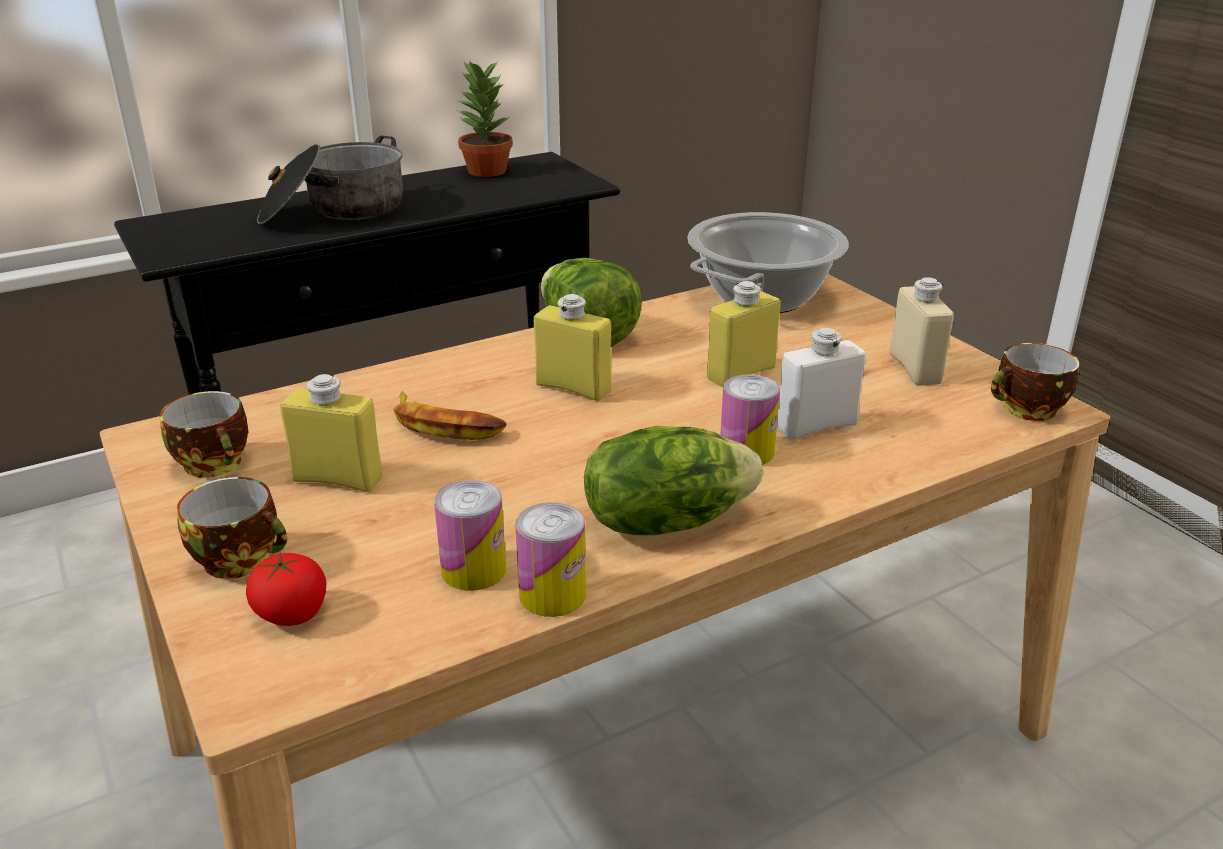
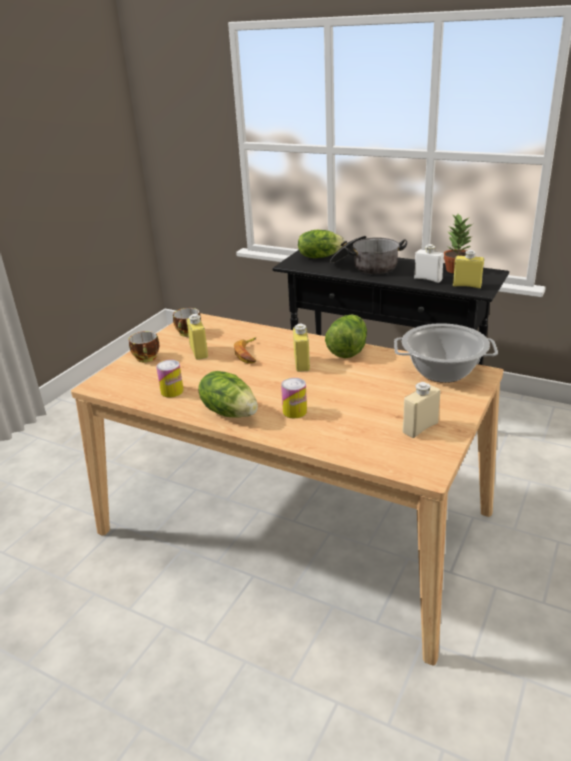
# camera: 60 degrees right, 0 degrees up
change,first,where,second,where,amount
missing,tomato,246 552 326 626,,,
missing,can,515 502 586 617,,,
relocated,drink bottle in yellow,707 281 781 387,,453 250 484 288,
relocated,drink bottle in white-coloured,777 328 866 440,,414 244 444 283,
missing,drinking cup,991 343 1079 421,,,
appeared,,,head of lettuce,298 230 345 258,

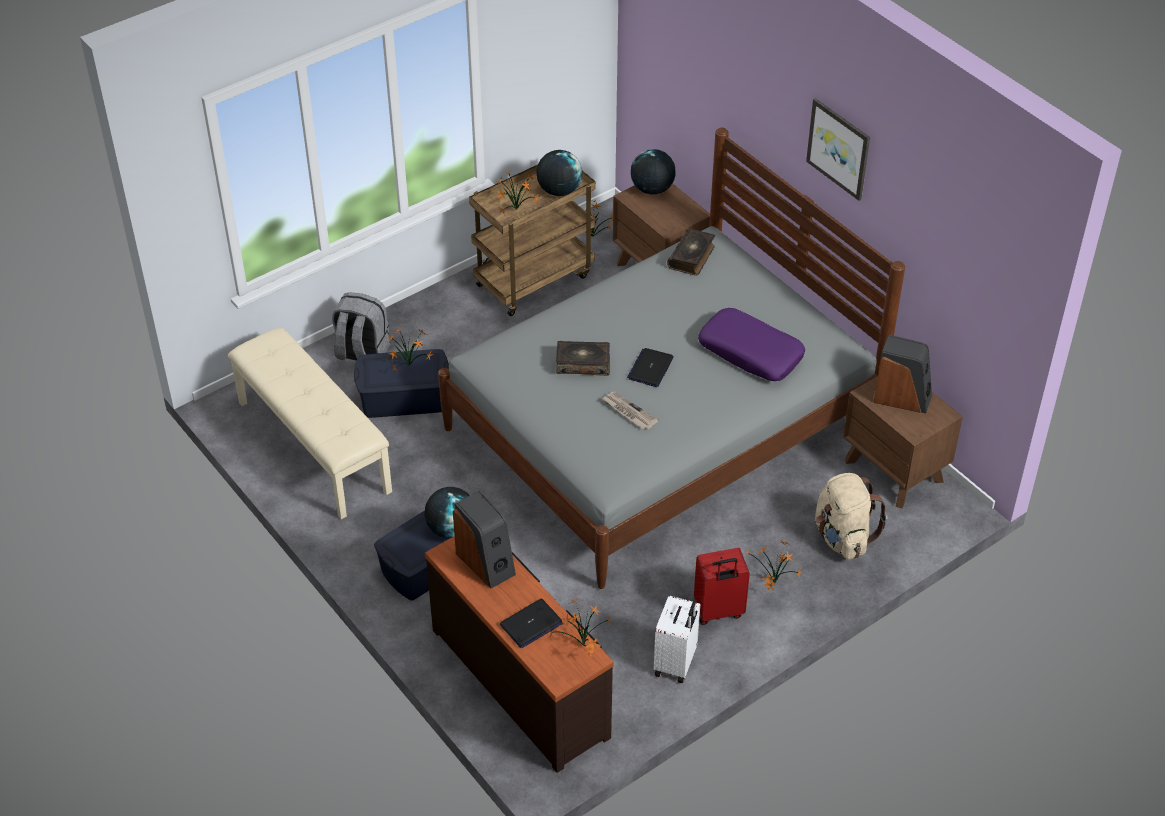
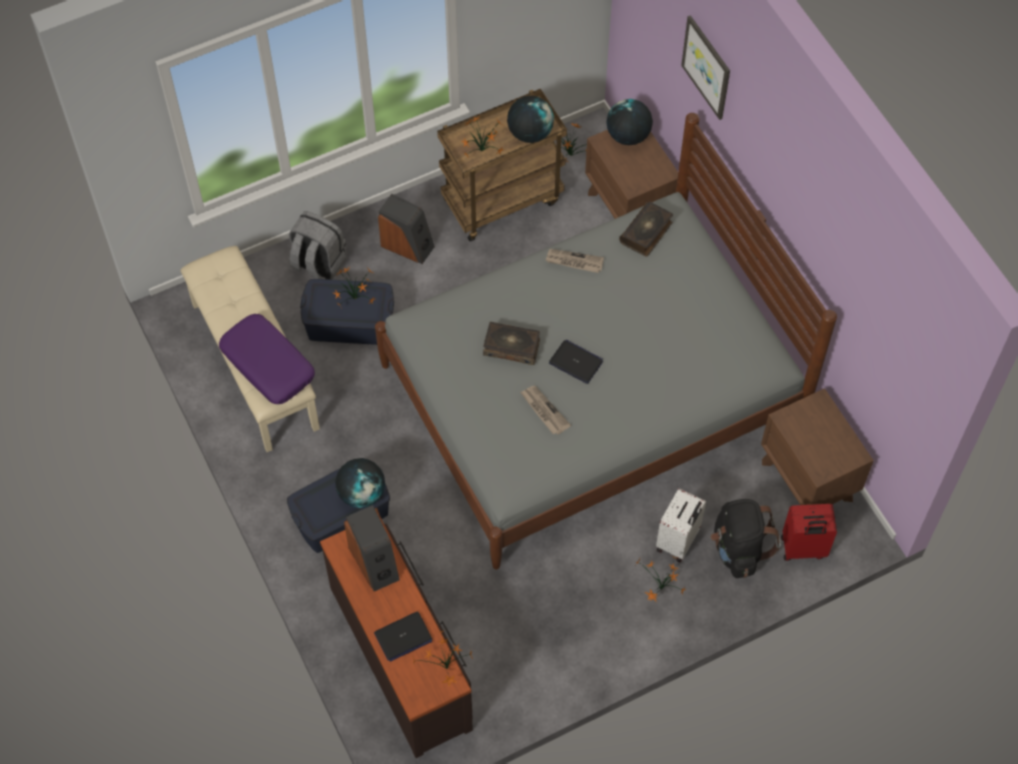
# camera: 10 degrees right, 15 degrees up
change,first,where,second,where,amount
spun,laptop,627 348 674 387,,549 340 603 384,90 degrees clockwise
relocated,piece of luggage in white-coloured,654 595 700 683,,656 488 706 562,
relocated,piece of luggage in reddish,694 548 750 625,,781 504 837 561,
relocated,cushion in purple,698 308 805 381,,219 314 315 404,
relocated,wall picture,806 98 870 201,,681 15 730 120,
colour,rucksack in beige-coloured,815 473 887 560,rucksack in black,711 499 781 578,
relocated,audio speaker,874 334 932 413,,378 194 435 264,
appeared,,,newspaper,545 249 604 273,

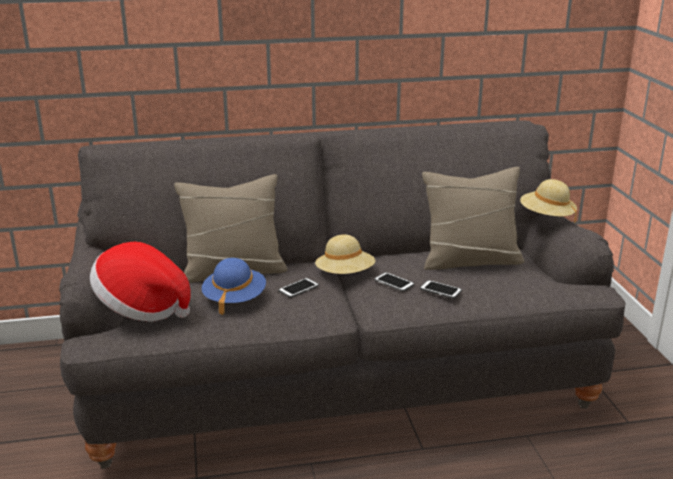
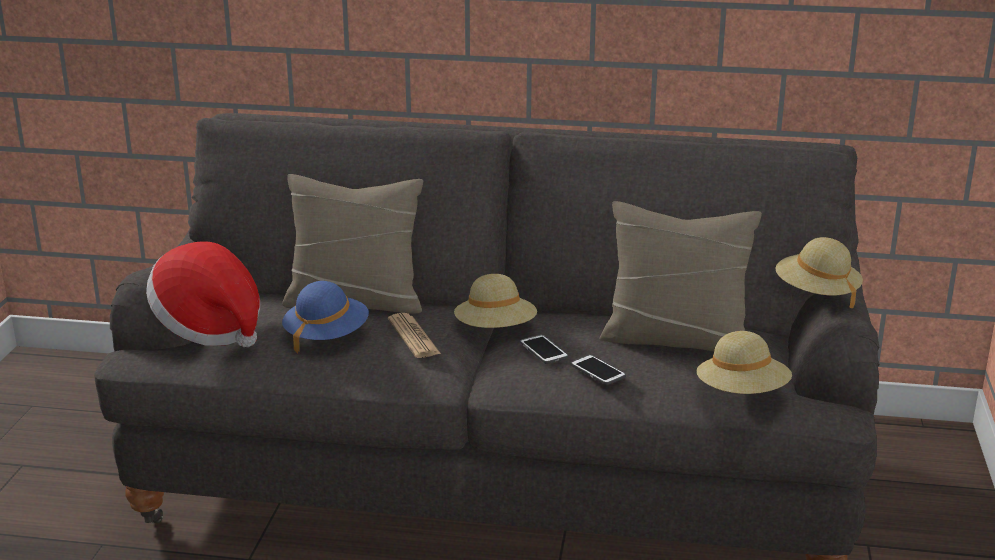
# camera: 20 degrees right, 0 degrees up
change,first,where,second,where,amount
exchanged,telephone,279 278 319 298,newspaper,388 313 441 358,
appeared,,,clothing hat in beige-coloured,696 331 792 394,

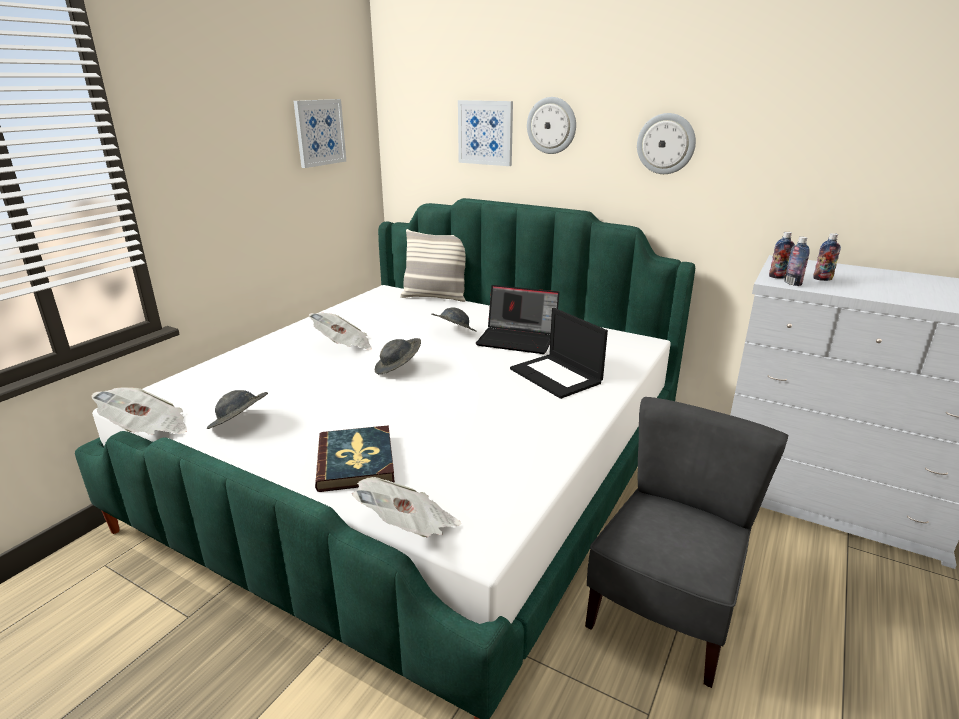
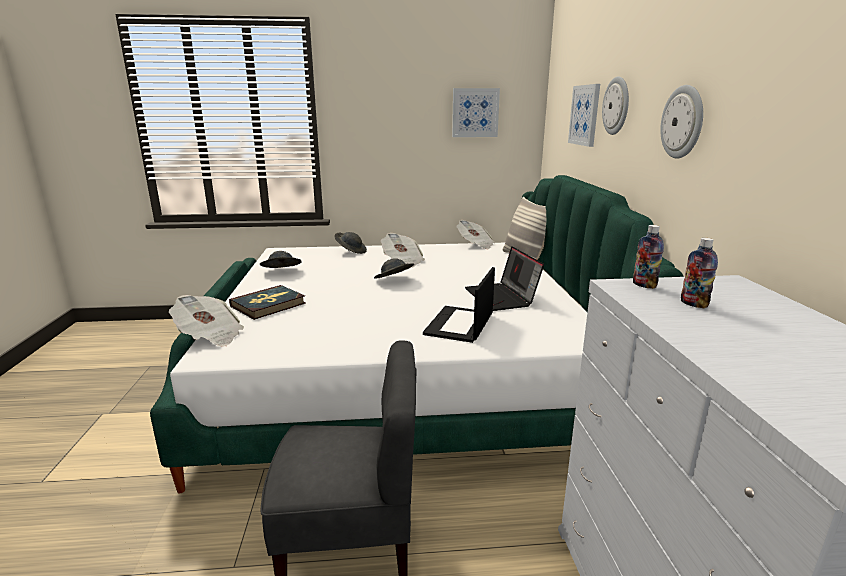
# camera: 55 degrees right, 5 degrees down
change,first,where,second,where,amount
relocated,newspaper,91 387 187 435,,457 220 495 249,
relocated,clothing hat in gray,432 307 476 331,,334 232 367 254,
missing,drink bottle,784 237 810 286,,,

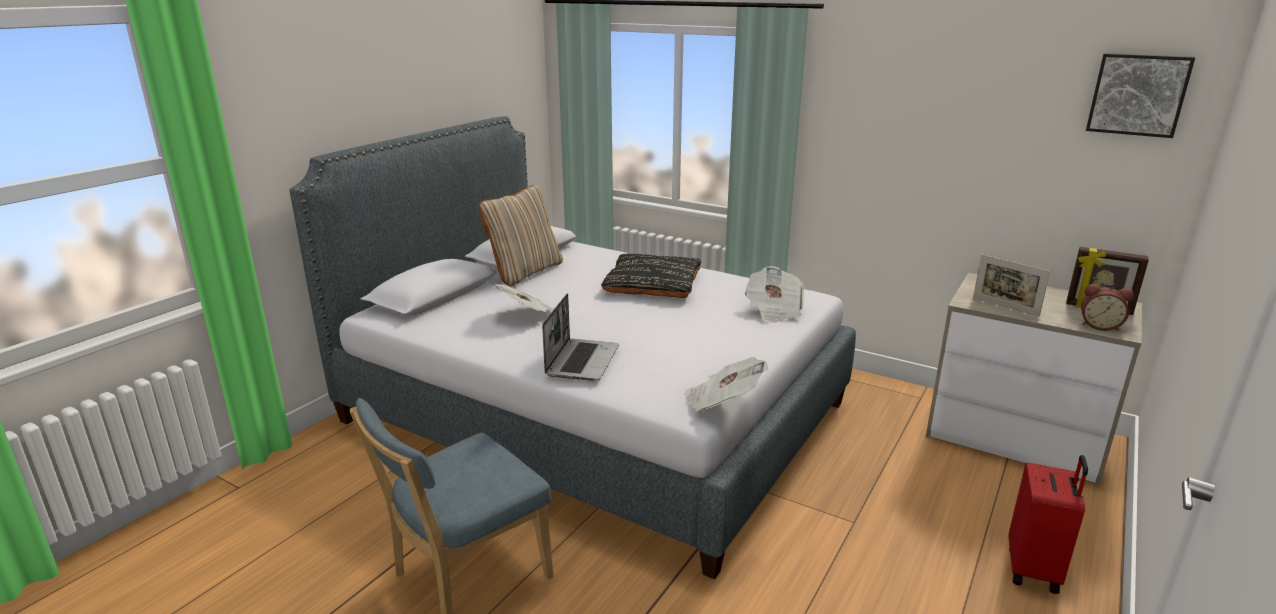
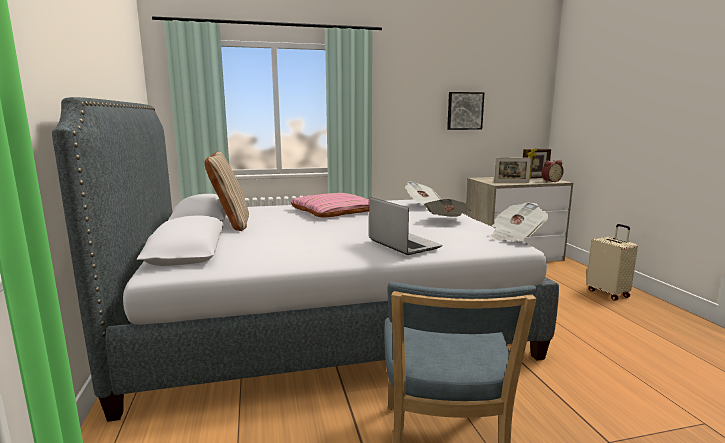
# camera: 45 degrees left, 10 degrees down
change,first,where,second,where,amount
relocated,newspaper,492 284 554 312,,424 199 471 217,
colour,cushion in black,601 253 701 298,cushion in pink,291 193 369 218,
colour,piece of luggage in reddish,1009 455 1088 594,piece of luggage in beige-coloured,586 224 638 301,
relocated,wall picture,1086 53 1195 138,,447 92 485 130,

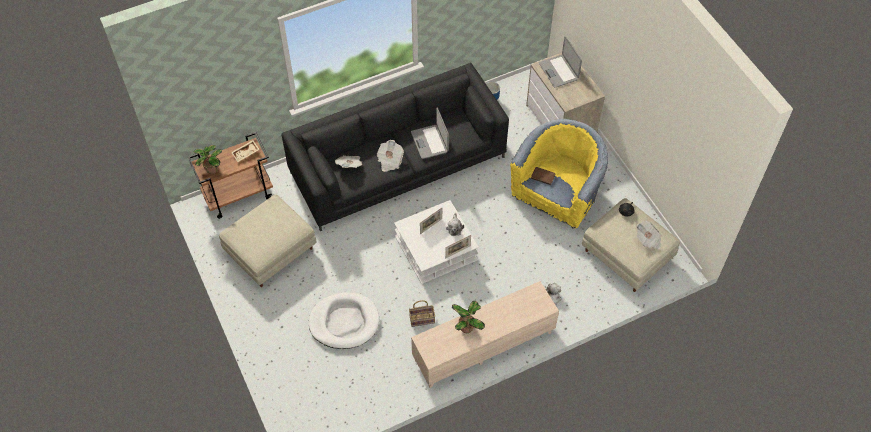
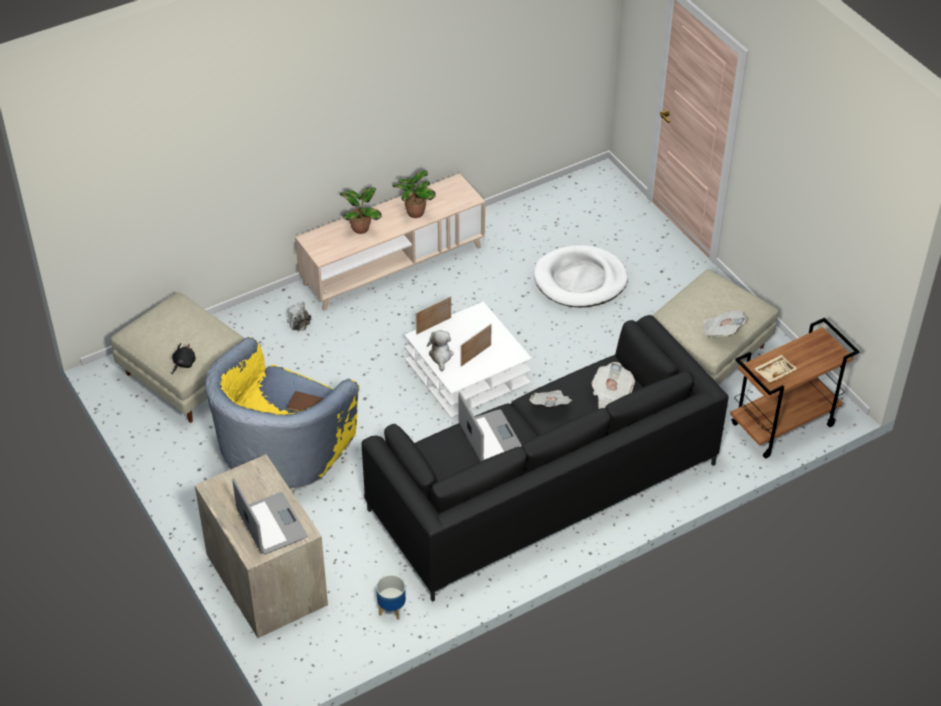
# camera: 175 degrees right, 10 degrees down
change,first,where,second,where,amount
relocated,potted plant,193 145 222 174,,340 187 381 234,
missing,household basket,409 300 435 327,,,
relocated,newspaper,636 221 662 250,,703 311 746 337,

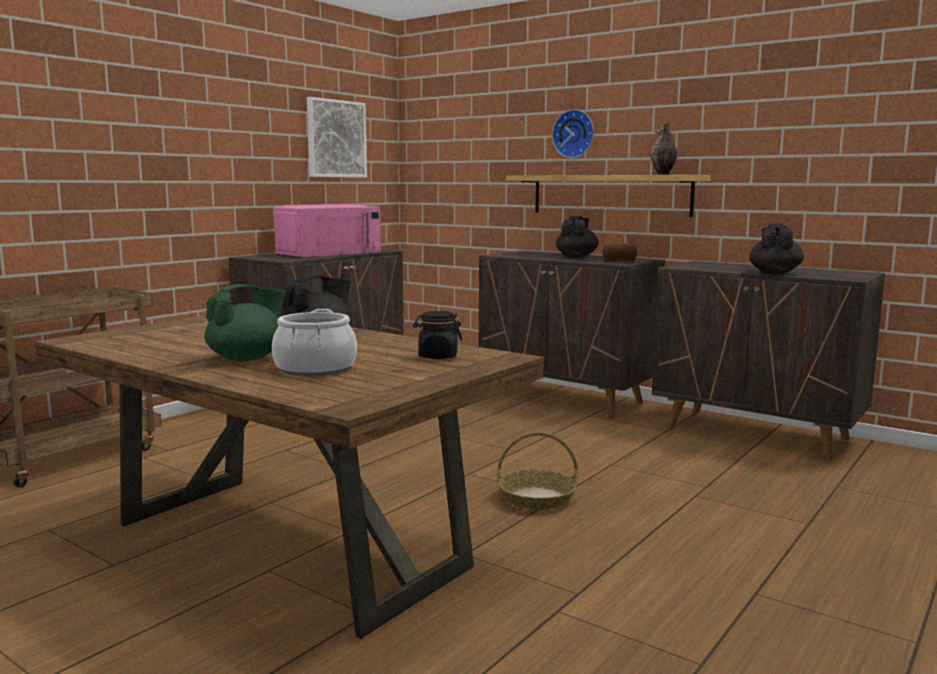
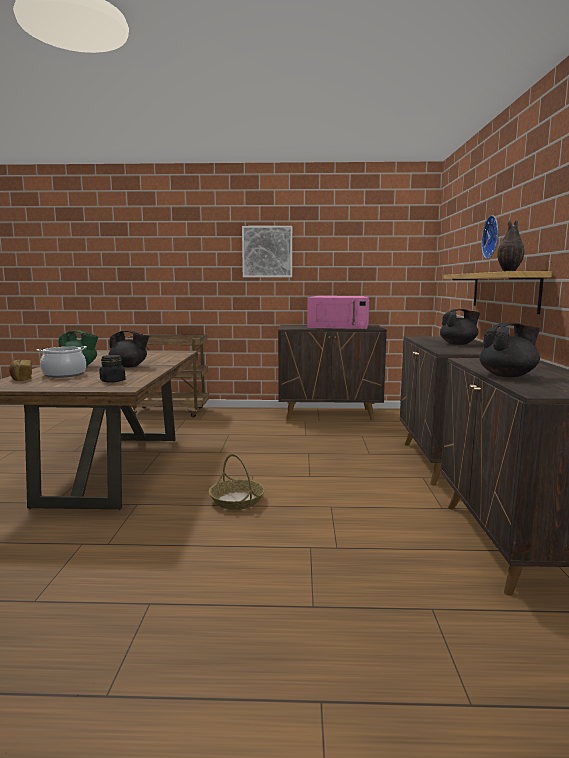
# camera: 55 degrees right, 0 degrees up
change,first,where,second,where,amount
relocated,wall picture,307 97 367 178,,242 226 292 277,
relocated,bakery bread,603 242 637 261,,9 360 32 381,

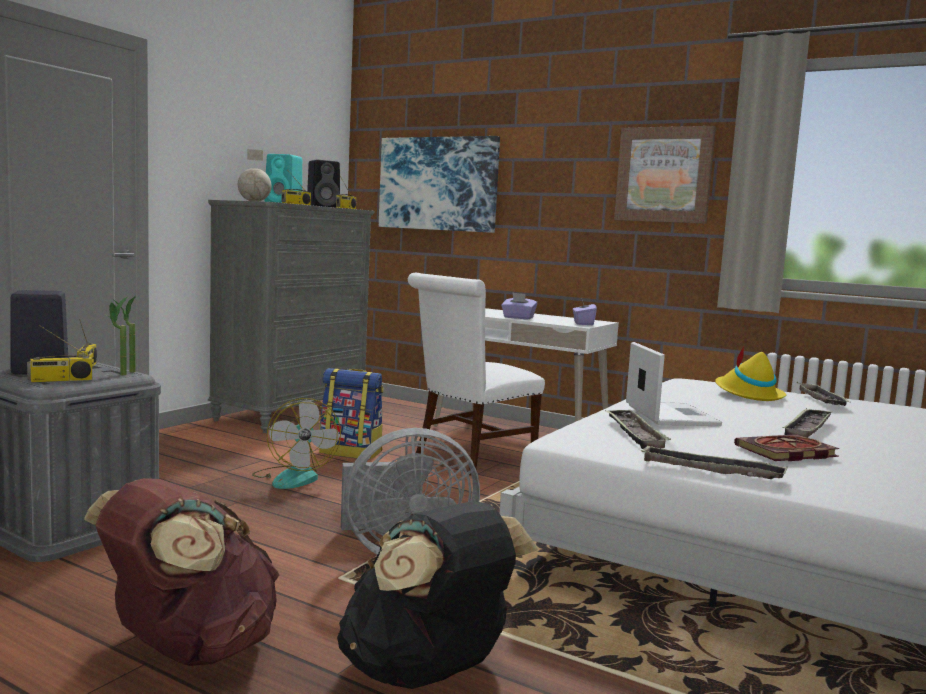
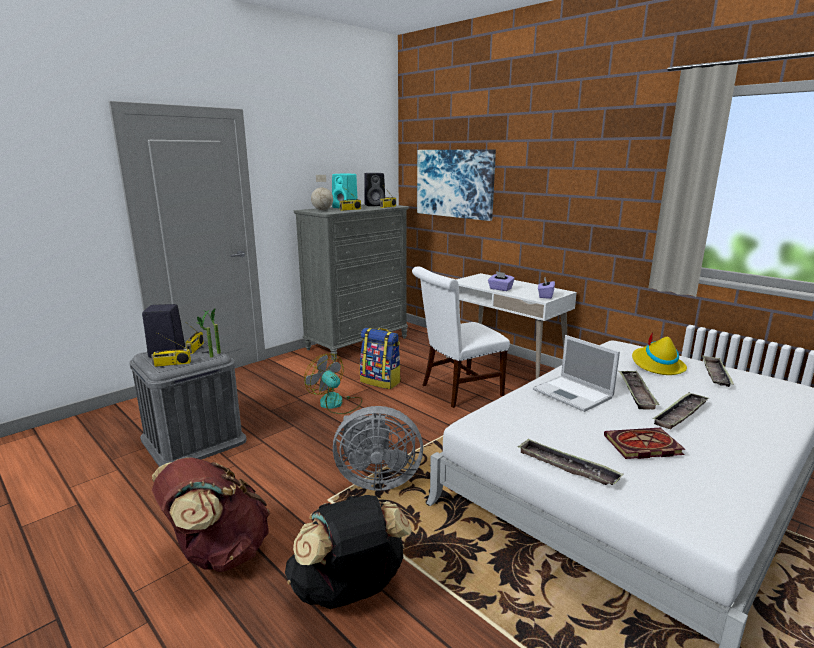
# camera: 15 degrees right, 10 degrees up
change,first,where,second,where,amount
spun,cooling fan,252 398 341 489,,304 354 362 414,135 degrees clockwise
relocated,serving tray,606 410 671 449,,619 371 660 410,
missing,wall picture,614 126 716 224,,,
spun,laptop,626 342 722 426,,533 335 620 412,135 degrees clockwise

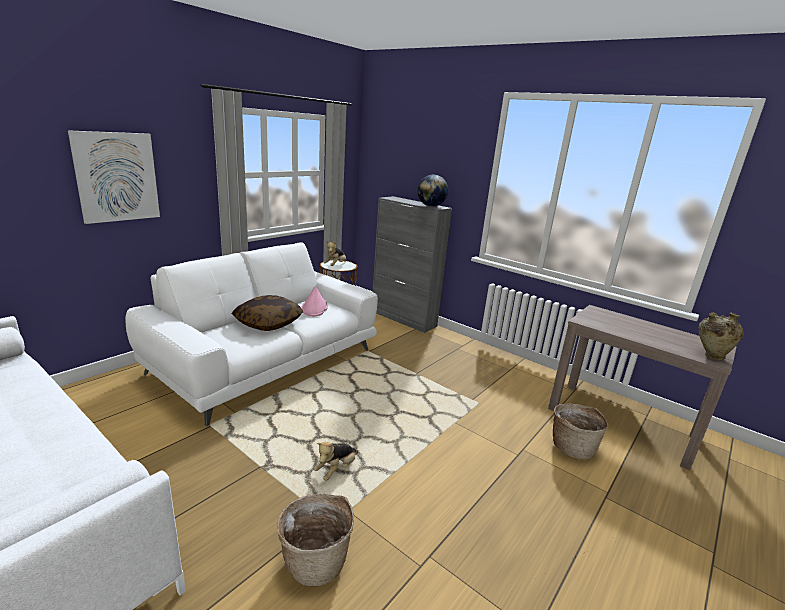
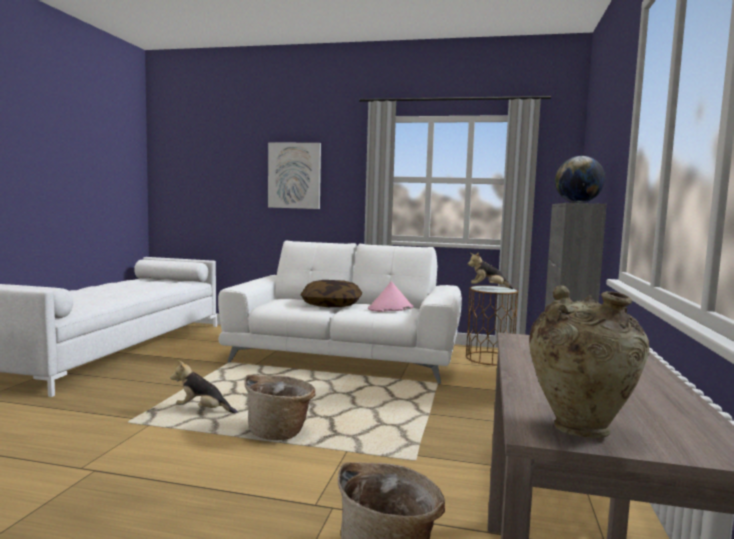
# camera: 65 degrees right, 15 degrees down
change,first,where,second,where,amount
relocated,household basket,277 494 354 586,,244 375 315 440,

